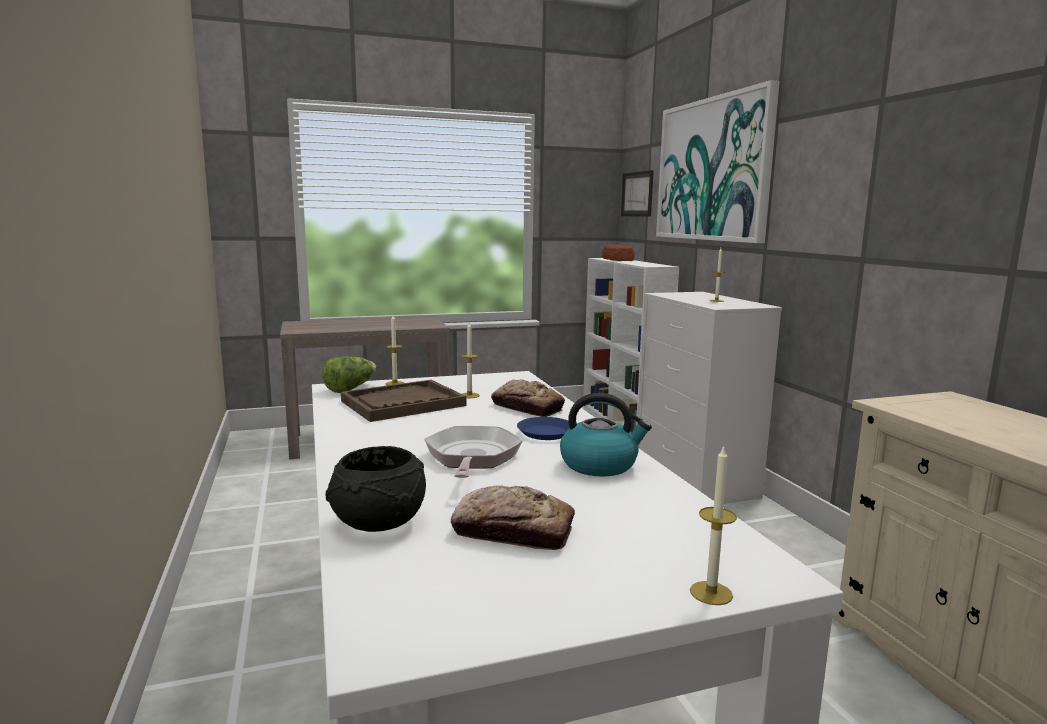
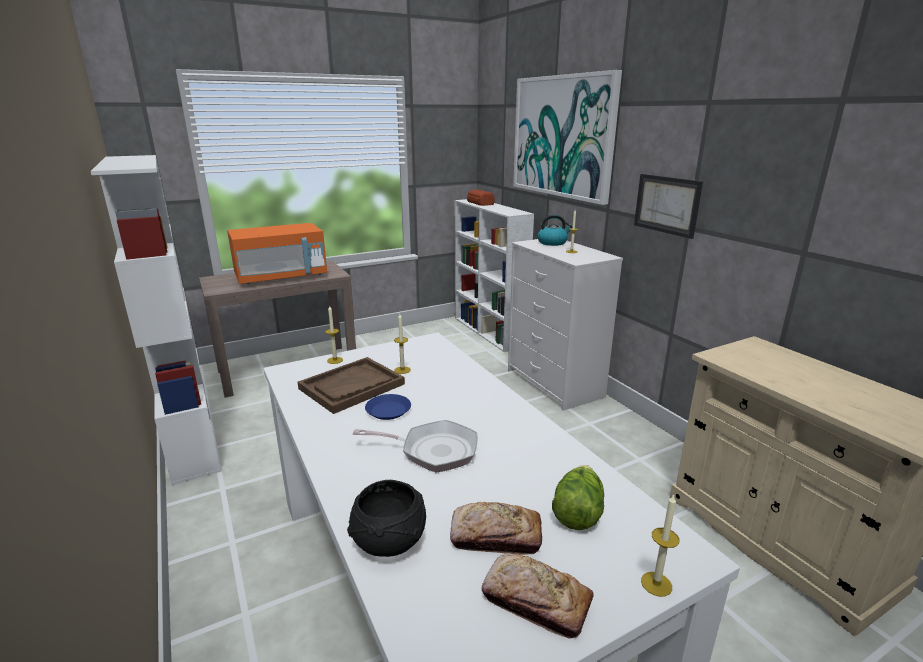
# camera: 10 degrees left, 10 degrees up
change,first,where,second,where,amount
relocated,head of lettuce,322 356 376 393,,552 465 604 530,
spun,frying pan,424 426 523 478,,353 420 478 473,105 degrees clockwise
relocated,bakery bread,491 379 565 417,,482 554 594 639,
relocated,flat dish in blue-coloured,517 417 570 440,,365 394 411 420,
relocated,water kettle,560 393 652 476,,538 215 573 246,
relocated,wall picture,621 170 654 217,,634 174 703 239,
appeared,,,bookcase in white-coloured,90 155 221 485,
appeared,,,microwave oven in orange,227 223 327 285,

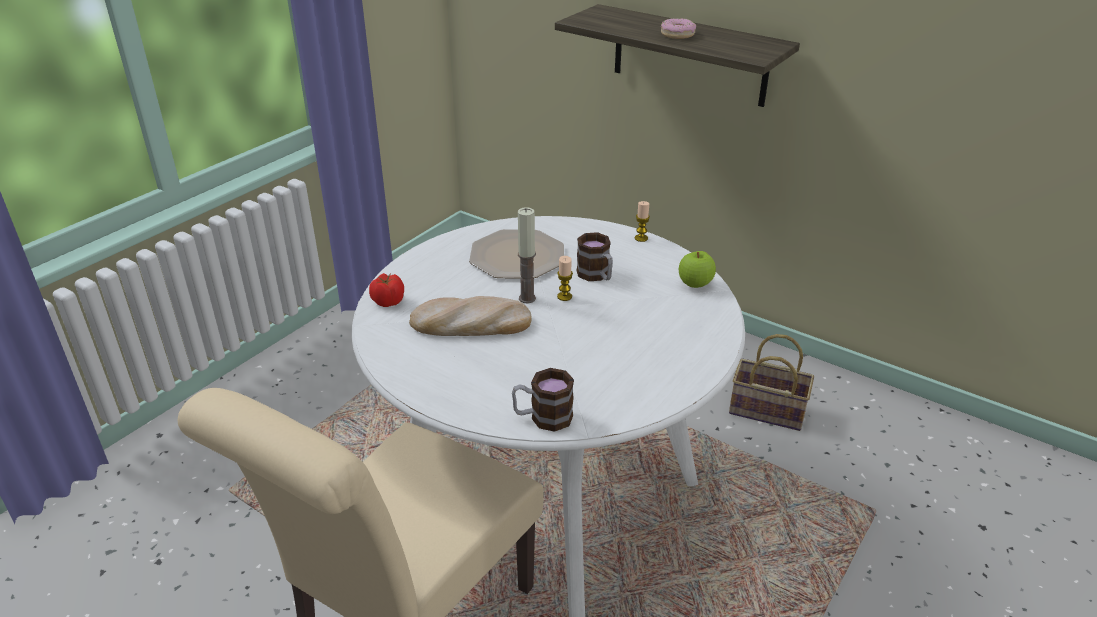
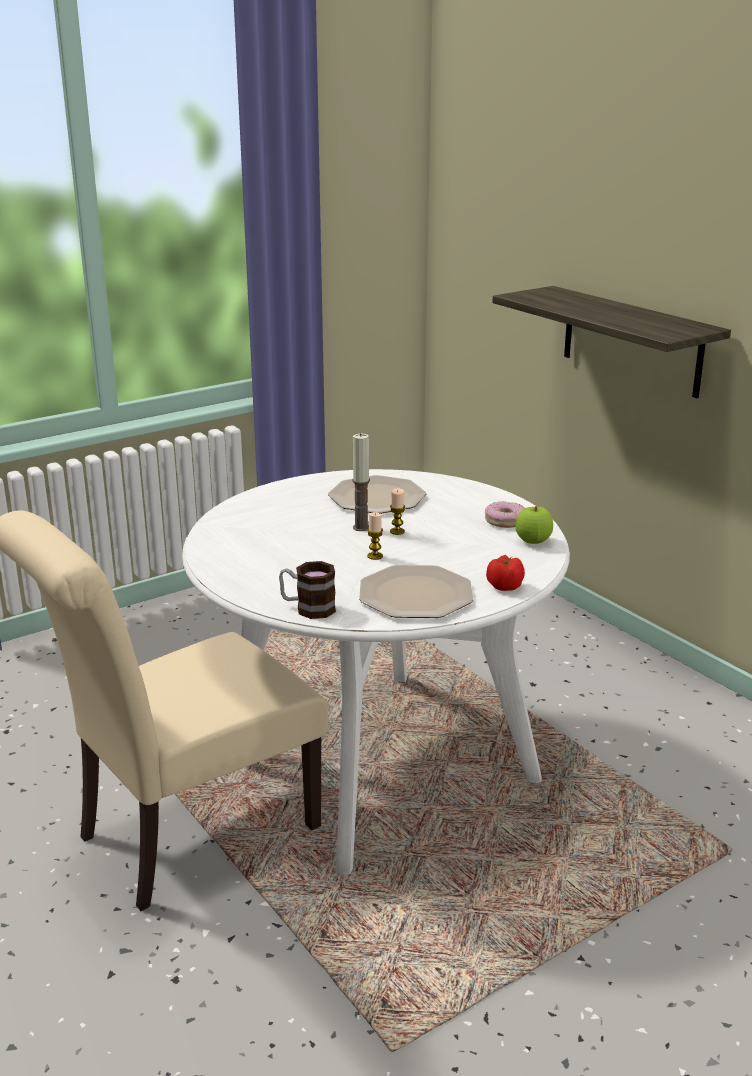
# camera: 20 degrees right, 10 degrees down
change,first,where,second,where,amount
relocated,tomato,369 273 404 307,,486 555 525 591,
missing,bakery bread,409 296 532 336,,,
missing,mug,576 232 613 281,,,
relocated,wax light,635 201 650 242,,367 513 383 560,
relocated,donut,661 18 696 39,,485 501 525 528,
missing,household basket,729 334 814 431,,,
appeared,,,flat dish,359 565 473 618,

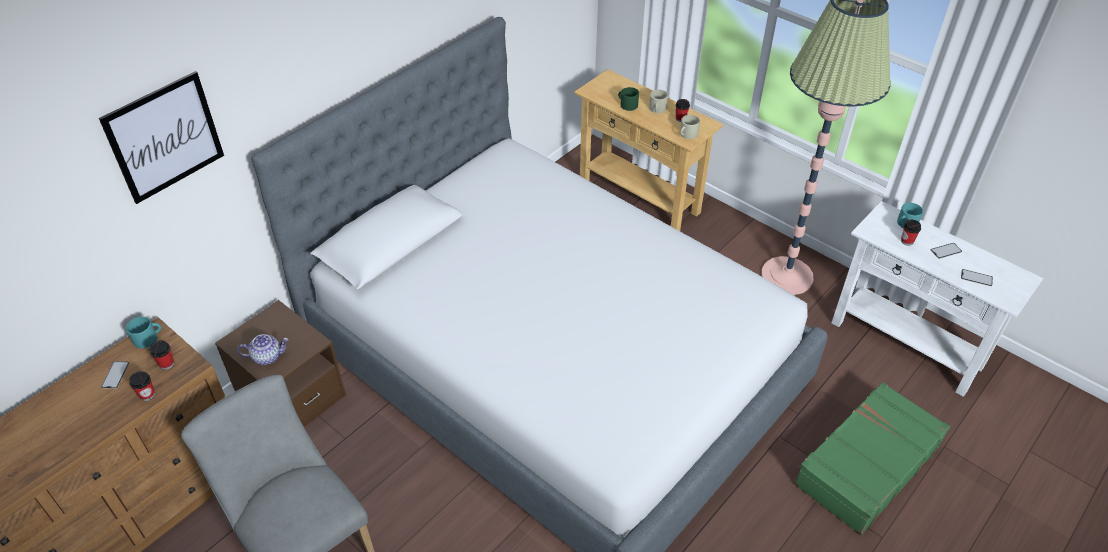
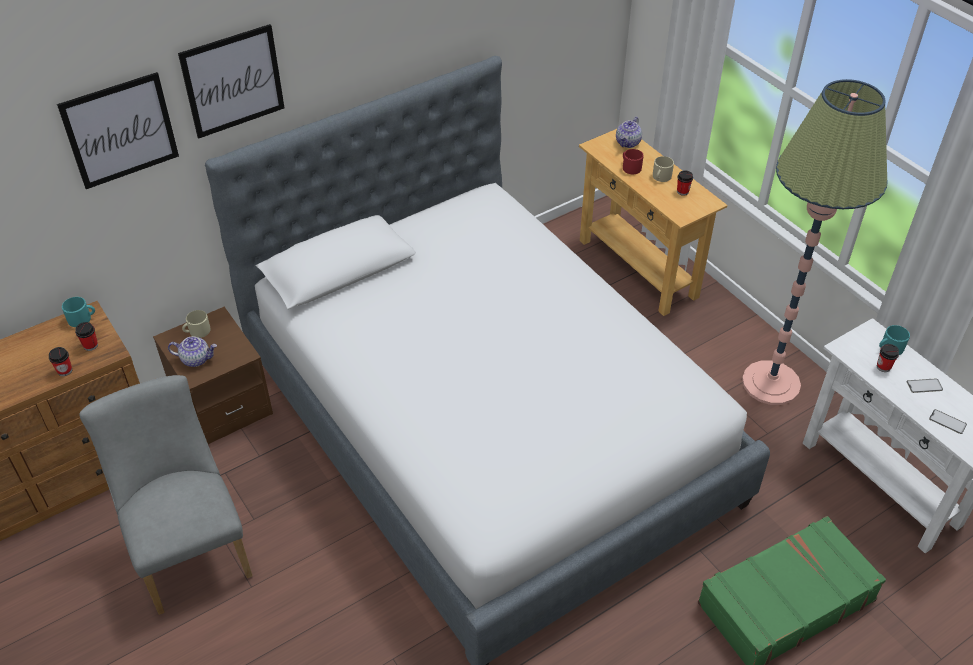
# camera: 15 degrees right, 0 degrees up
change,first,where,second,where,amount
missing,telephone,101 361 129 389,,,
colour,mug in green-coloured,618 87 639 111,mug in reddish,623 149 644 174,
relocated,mug in beige-coloured,680 115 700 139,,182 310 211 338,
appeared,,,wall picture,178 24 284 139,
appeared,,,teapot,616 117 642 148,

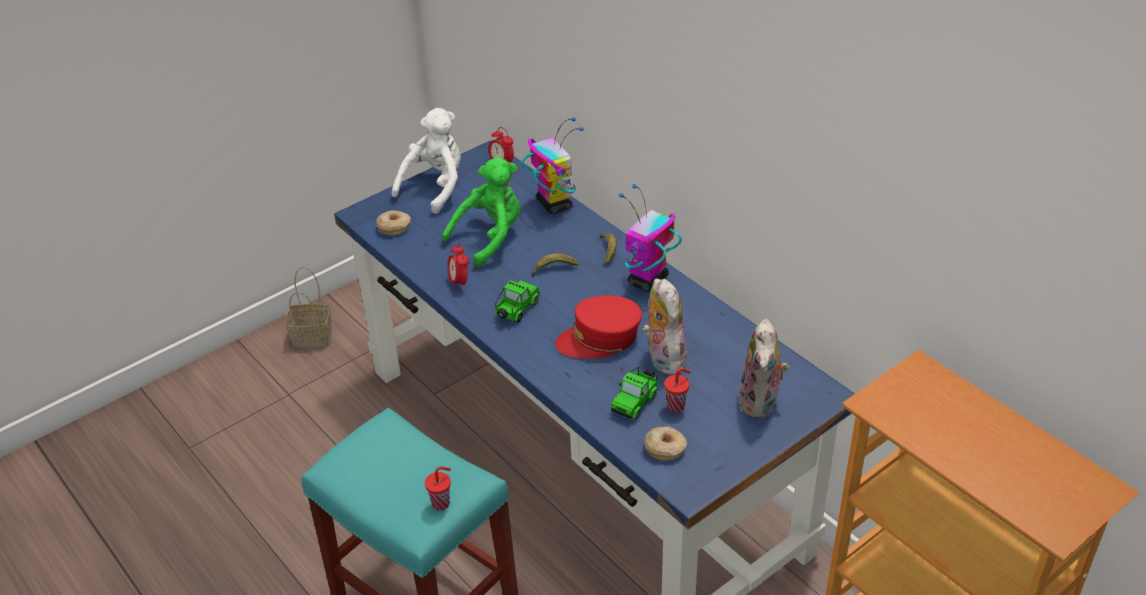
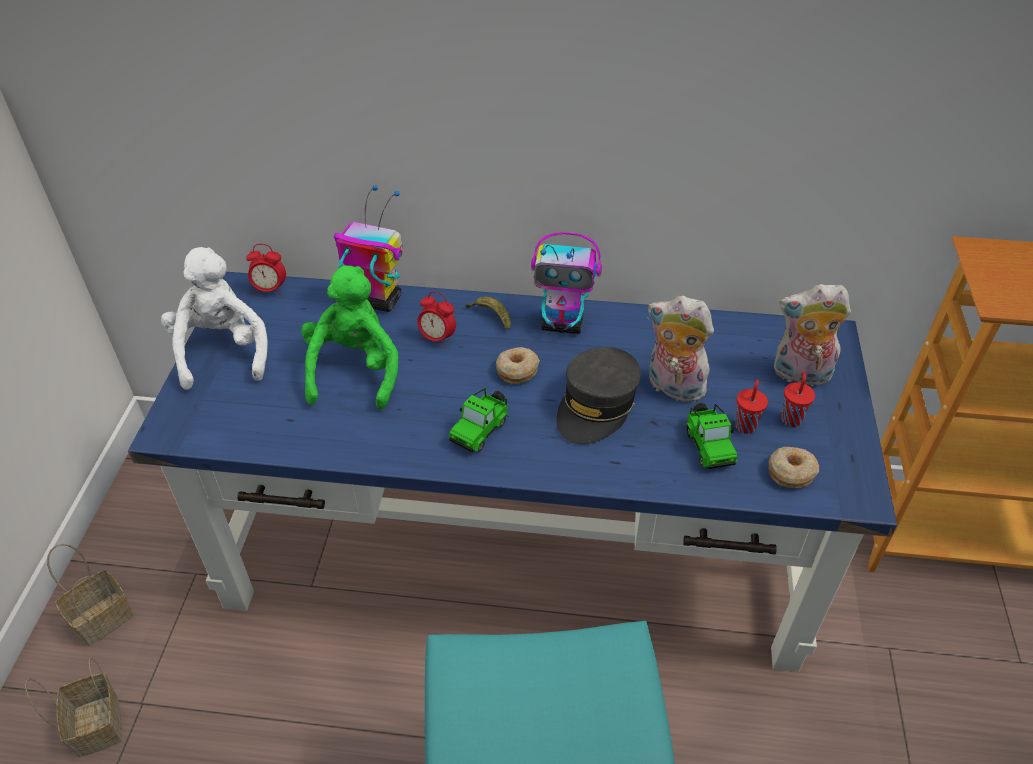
# camera: 45 degrees left, 5 degrees up
change,first,where,second,where,amount
relocated,donut,376 210 411 235,,496 347 540 384,
relocated,drinking cup in reddish,425 466 451 511,,781 372 815 427,
relocated,bedside clock,447 243 469 291,,417 291 456 348,
spun,miniature car,495 280 540 322,,449 388 509 452,135 degrees counterclockwise
missing,banana,532 253 579 277,,,
colour,cap in reddish,555 296 642 359,cap in gray,556 347 641 445,
spun,model robot,619 184 682 292,,531 232 602 334,75 degrees counterclockwise
spun,cuddly toy,738 319 789 418,,774 284 851 386,135 degrees clockwise
appeared,,,household basket,25 657 122 757,

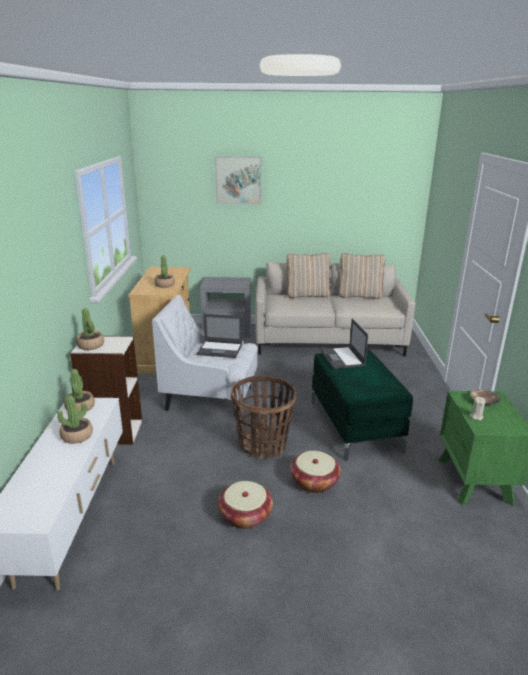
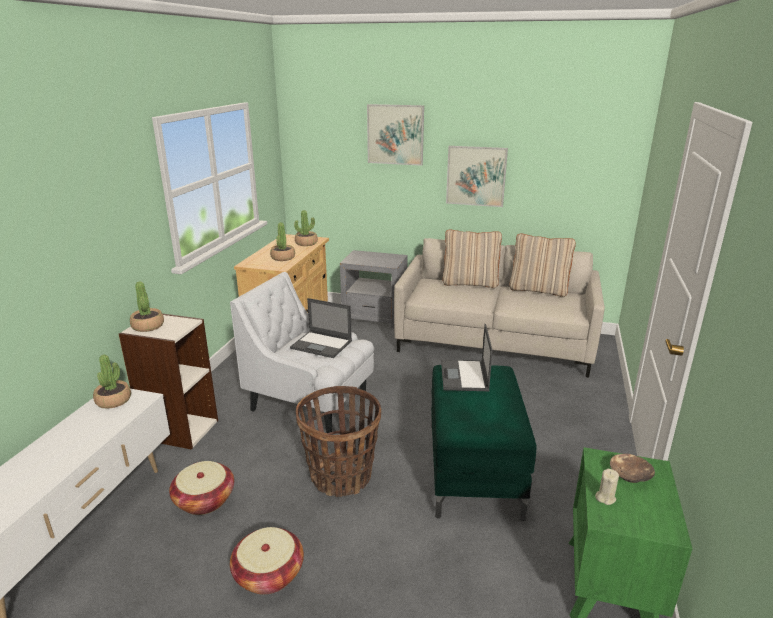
# camera: 15 degrees right, 0 degrees up
change,first,where,second,where,amount
relocated,potted plant,57 396 93 444,,294 210 318 246,
relocated,household basket,290 451 341 493,,169 461 234 515,
appeared,,,wall picture,446 146 508 207,

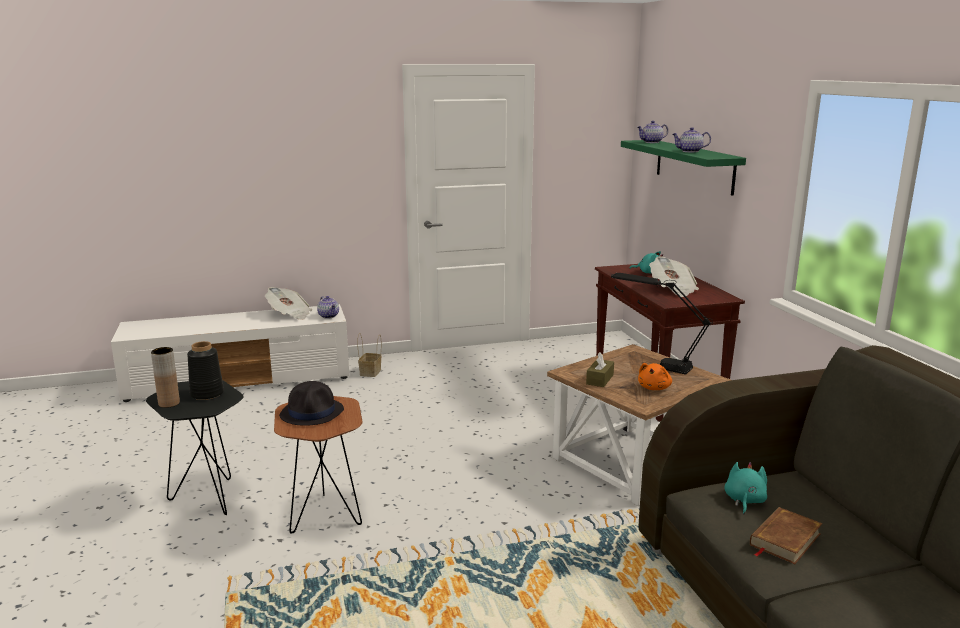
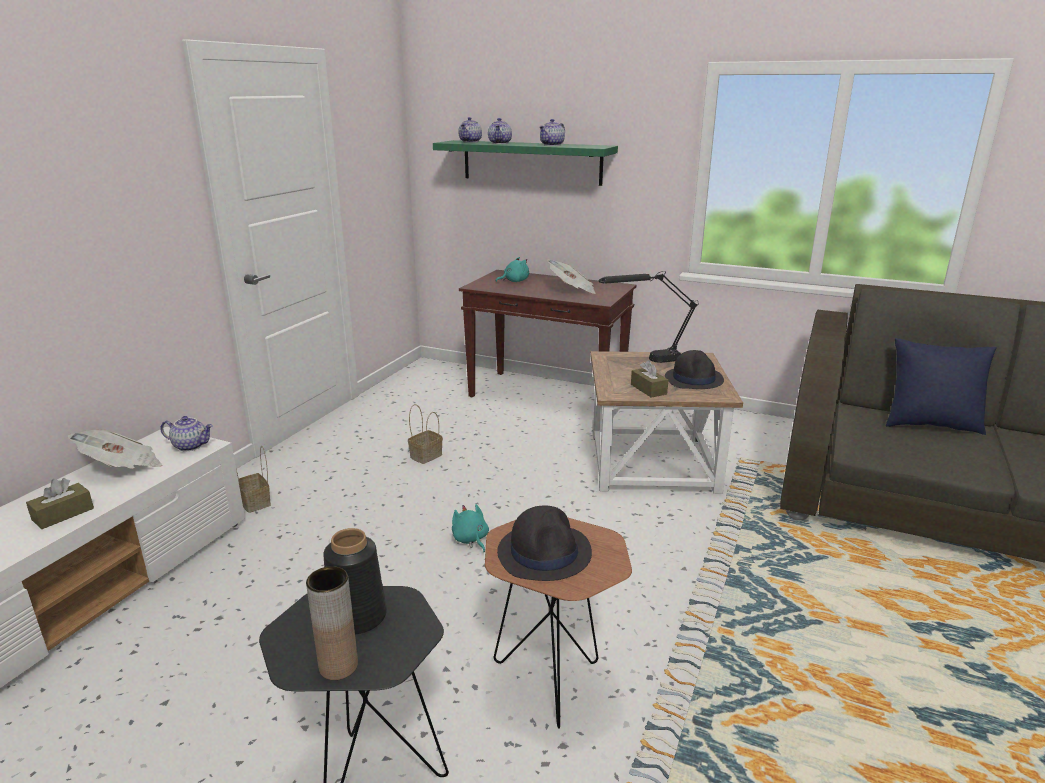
# camera: 50 degrees left, 5 degrees up
change,first,where,second,where,amount
exchanged,cuddly toy in orange,638 363 672 390,clothing hat in black,665 350 724 389,
relocated,cuddly toy in turquoise,724 462 767 515,,452 504 489 552,
missing,volume in brownish,750 507 822 564,,,
appeared,,,tissue box in brownish,26 478 94 529,
appeared,,,household basket,408 404 443 464,
appeared,,,teapot,488 118 512 144,
appeared,,,cushion in blue-coloured,886 338 997 435,

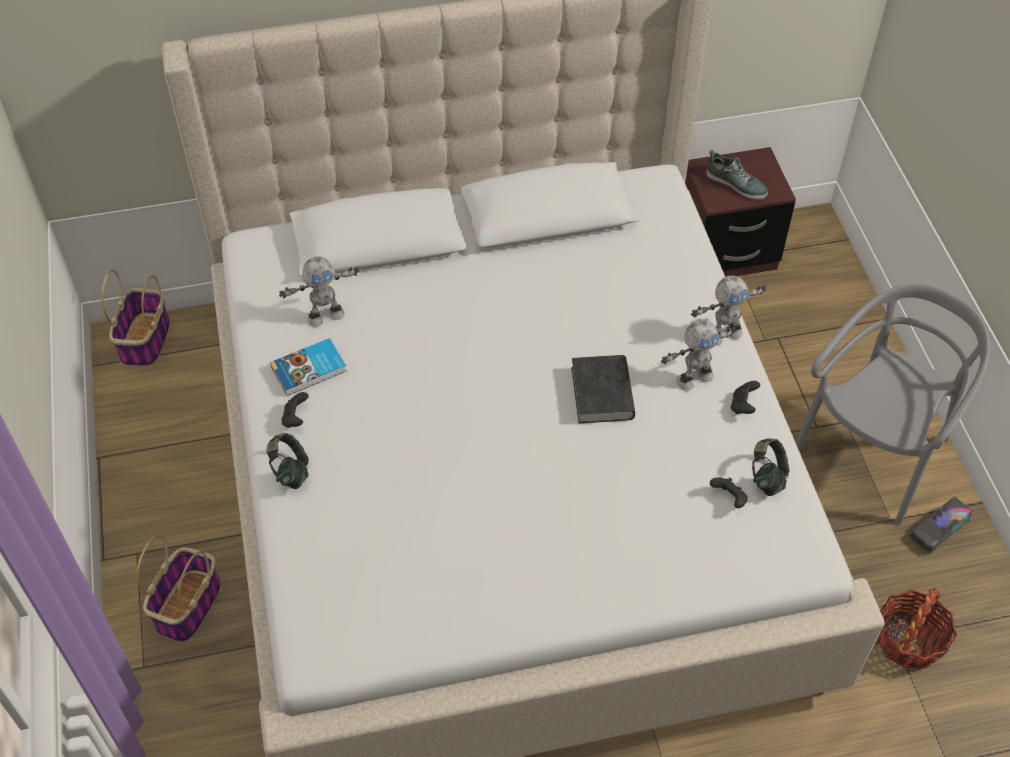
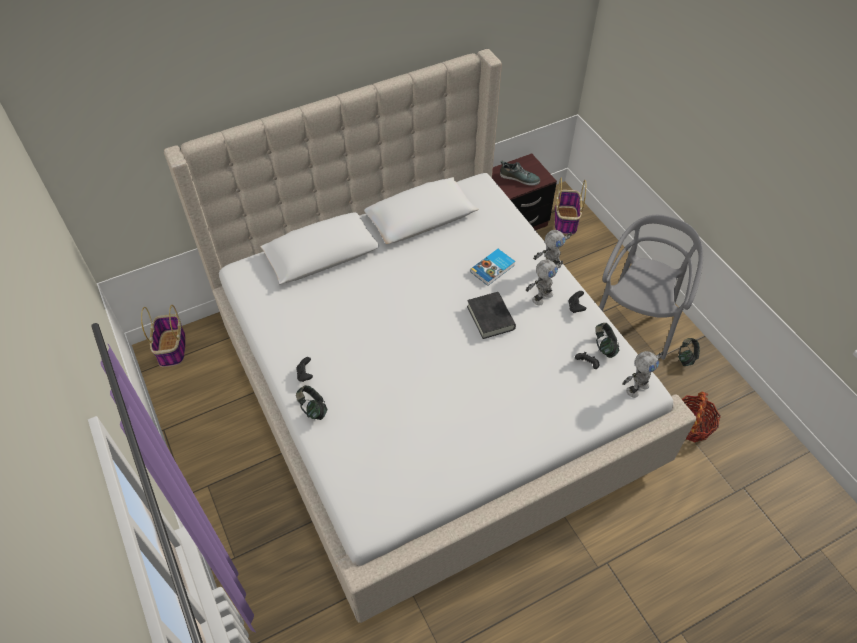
# camera: 15 degrees left, 0 degrees up
change,first,where,second,where,amount
relocated,household basket,136 535 221 643,,555 178 586 235,
relocated,volume,270 338 347 396,,470 249 515 286,
relocated,model robot,279 257 360 327,,622 351 664 398,
exchanged,model truck,910 497 971 553,headphones,678 338 700 366,

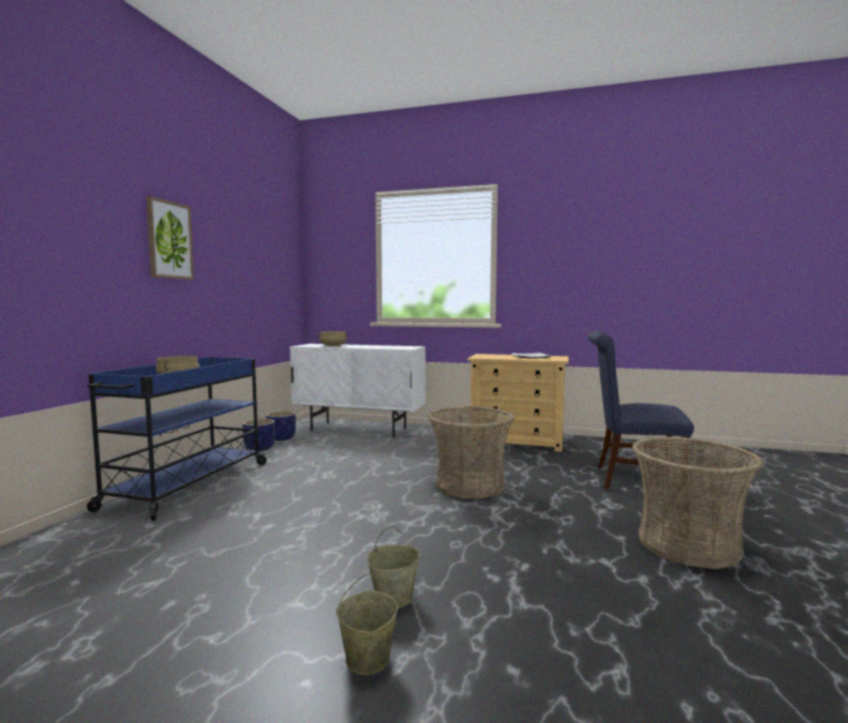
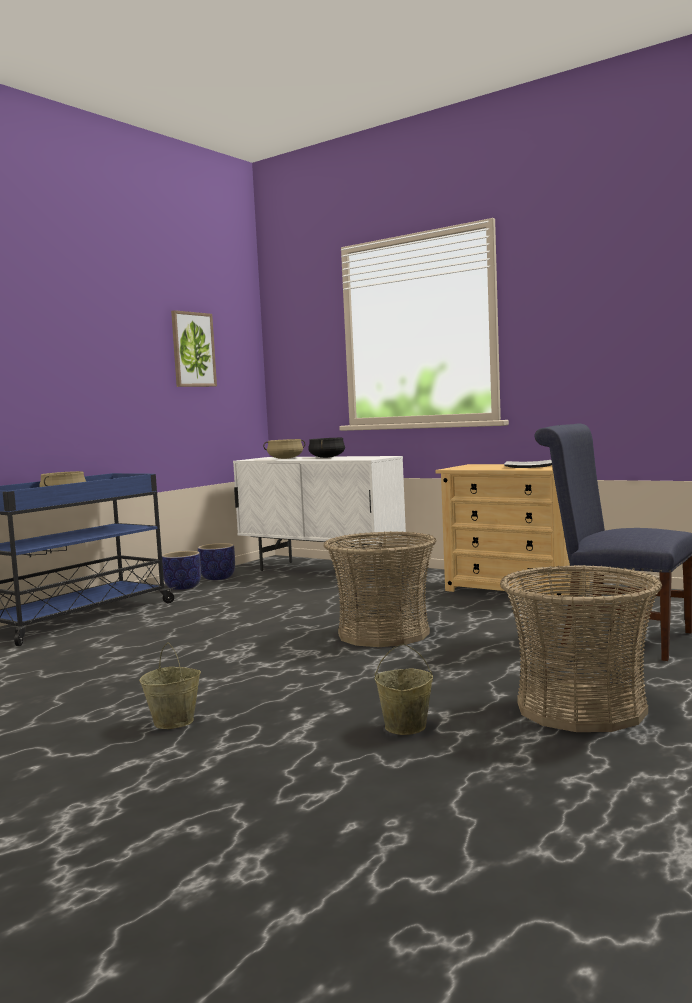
# camera: 20 degrees right, 0 degrees up
change,first,where,second,where,amount
relocated,wall picture,146 196 194 280,,171 310 217 387,
relocated,water bucket in beige-coloured,336 574 398 675,,375 643 433 735,
appeared,,,saucepot in black,308 438 345 458,

